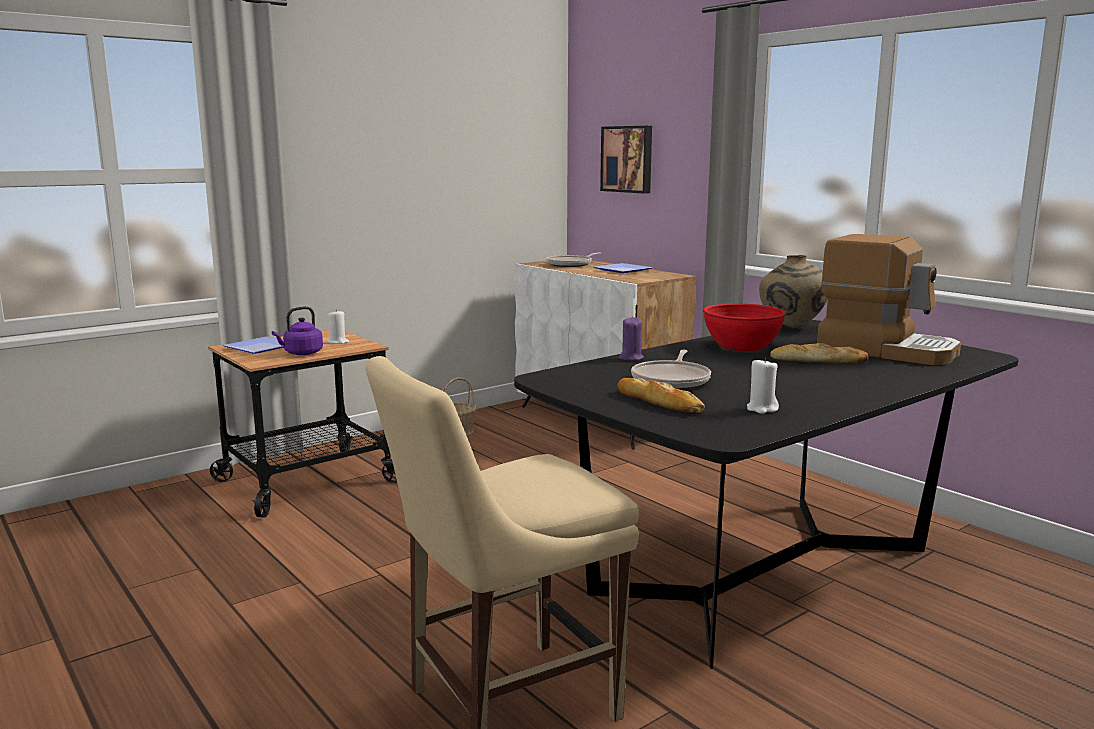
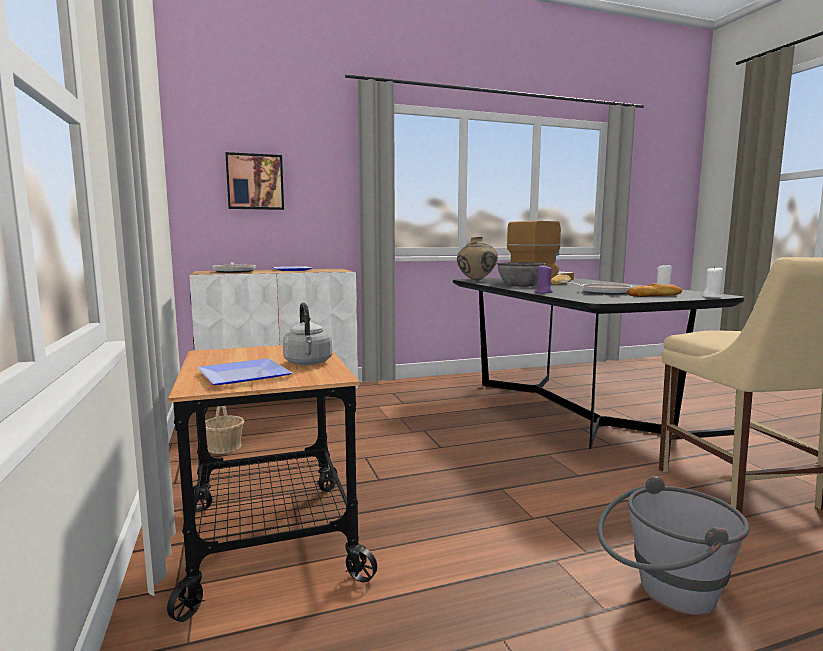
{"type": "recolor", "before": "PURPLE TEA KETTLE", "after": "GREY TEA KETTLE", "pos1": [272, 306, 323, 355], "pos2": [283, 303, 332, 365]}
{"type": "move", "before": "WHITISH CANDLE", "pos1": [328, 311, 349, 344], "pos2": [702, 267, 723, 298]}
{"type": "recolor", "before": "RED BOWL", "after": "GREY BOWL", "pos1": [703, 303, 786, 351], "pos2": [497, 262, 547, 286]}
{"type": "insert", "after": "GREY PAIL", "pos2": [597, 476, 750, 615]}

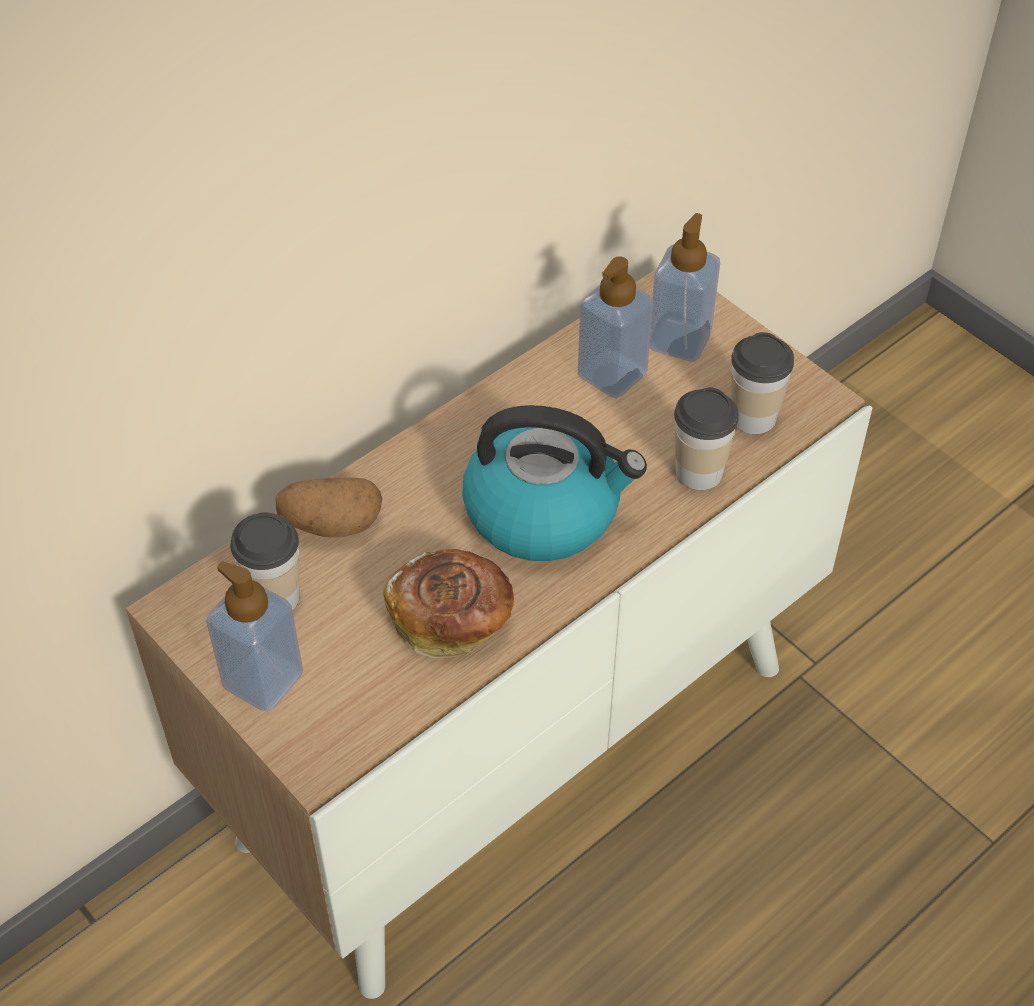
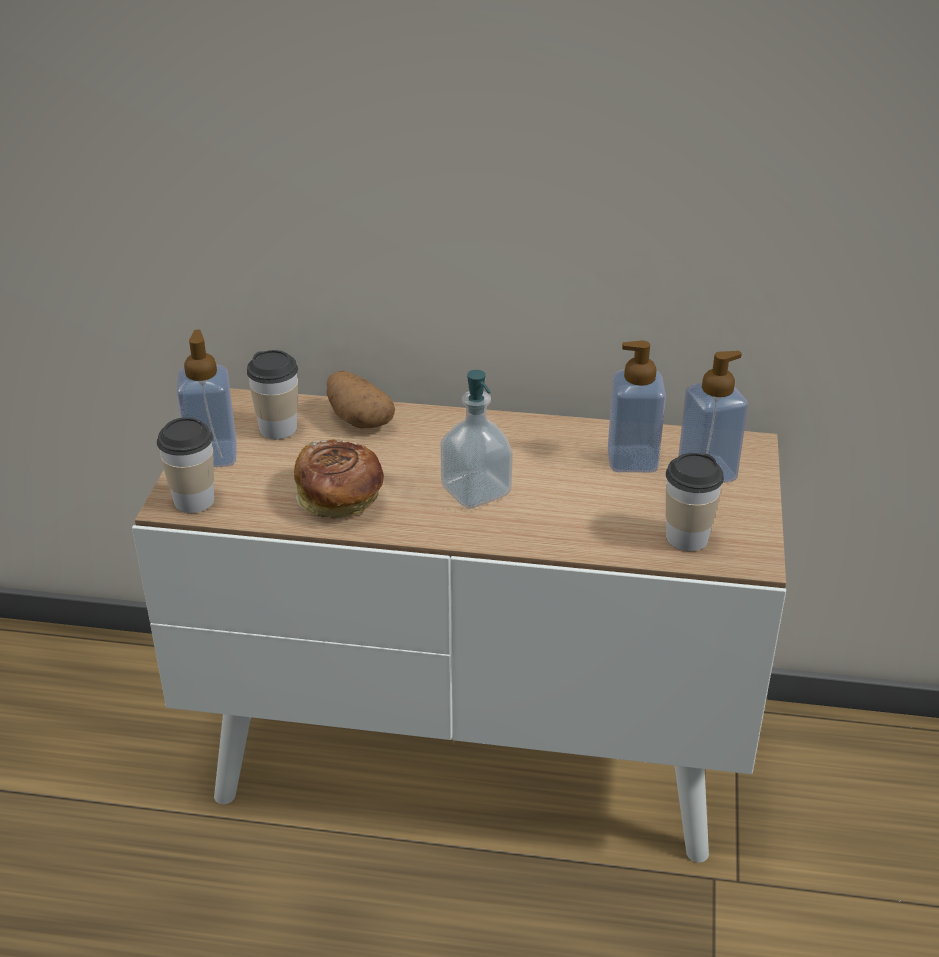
{"type": "replace", "before": "TEA KETTLE", "after": "LIQUID SOAP BOTTLE", "pos1": [462, 405, 647, 561], "pos2": [440, 370, 513, 509]}
{"type": "move", "before": "SMALL CUP", "pos1": [674, 387, 738, 490], "pos2": [157, 417, 214, 513]}

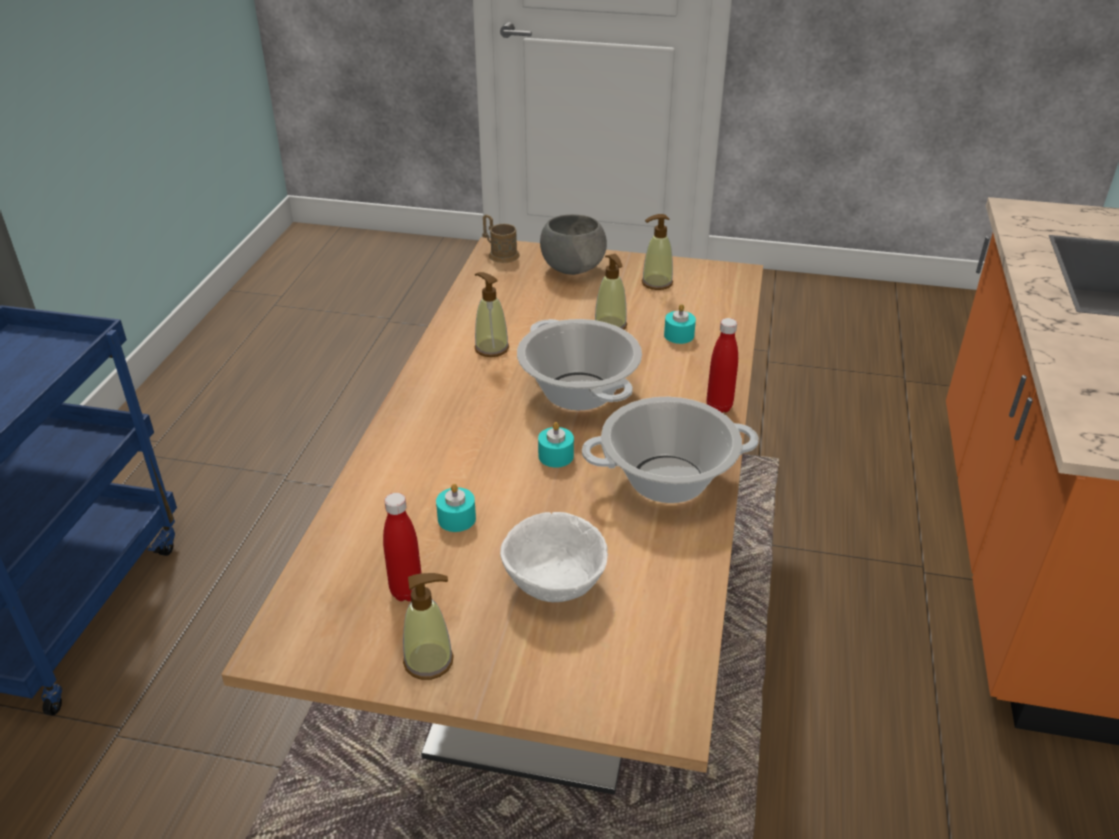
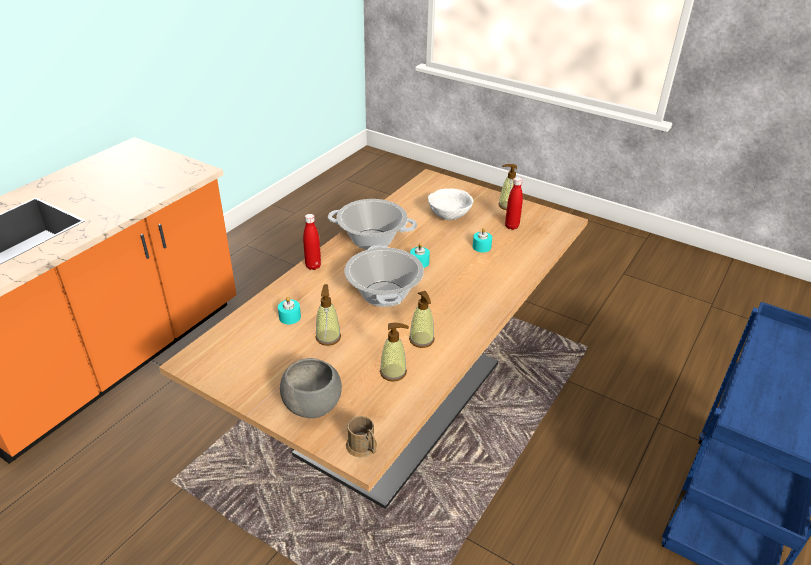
{"type": "move", "before": "LIQUID SOAP BOTTLE", "pos1": [642, 214, 673, 290], "pos2": [380, 323, 409, 382]}

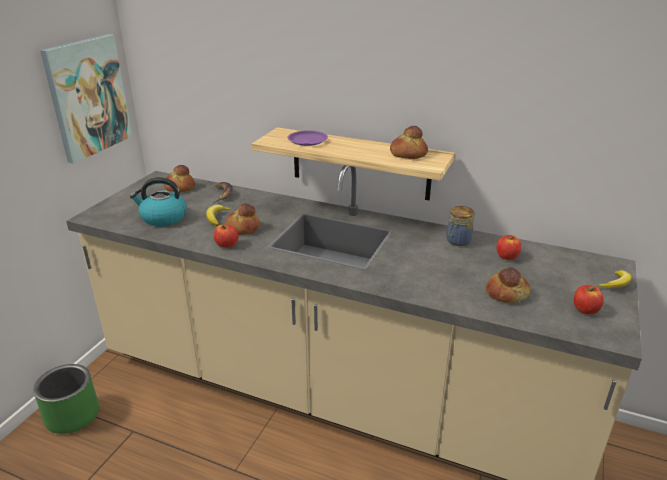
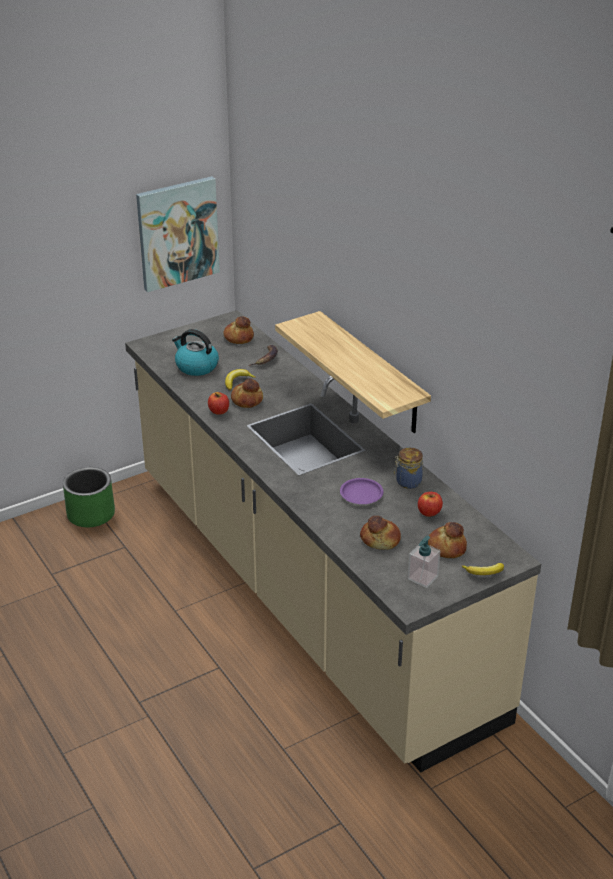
{"type": "move", "before": "PURPLE PLATE", "pos1": [287, 130, 328, 146], "pos2": [340, 478, 384, 504]}
{"type": "move", "before": "BAKERY BREAD", "pos1": [390, 126, 428, 159], "pos2": [428, 522, 467, 558]}
{"type": "replace", "before": "APPLE FRUIT", "after": "LIQUID SOAP BOTTLE", "pos1": [574, 285, 604, 314], "pos2": [408, 536, 441, 588]}

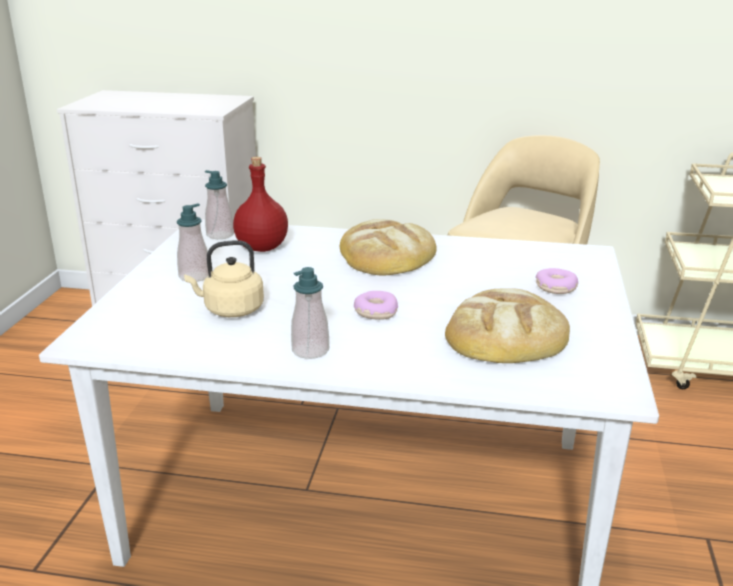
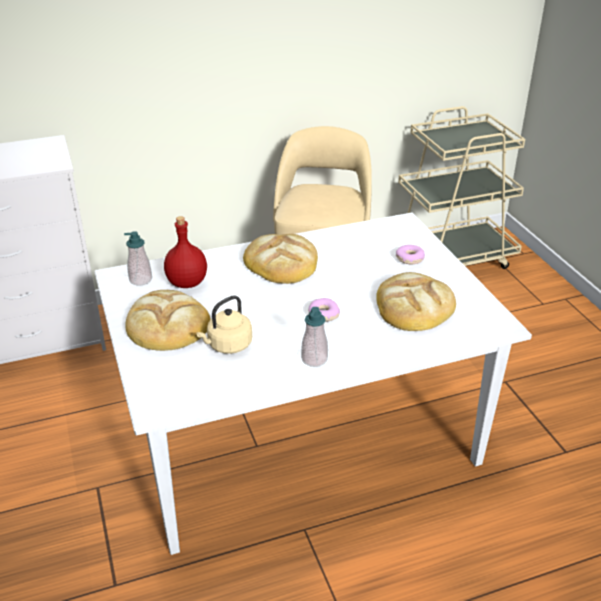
{"type": "replace", "before": "LIQUID SOAP BOTTLE", "after": "BAKERY BREAD", "pos1": [177, 203, 209, 282], "pos2": [126, 290, 211, 351]}

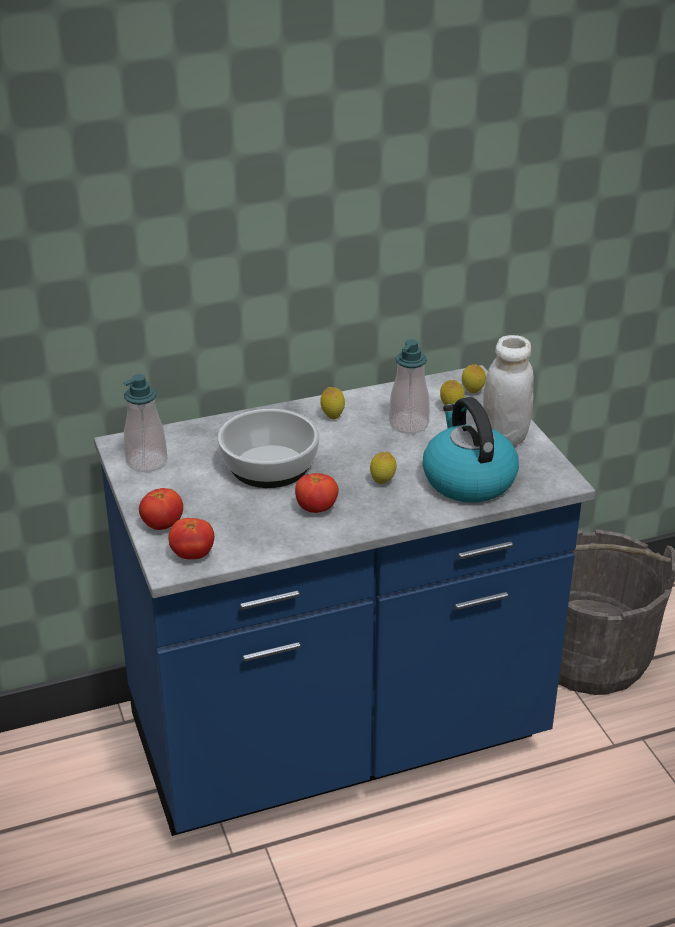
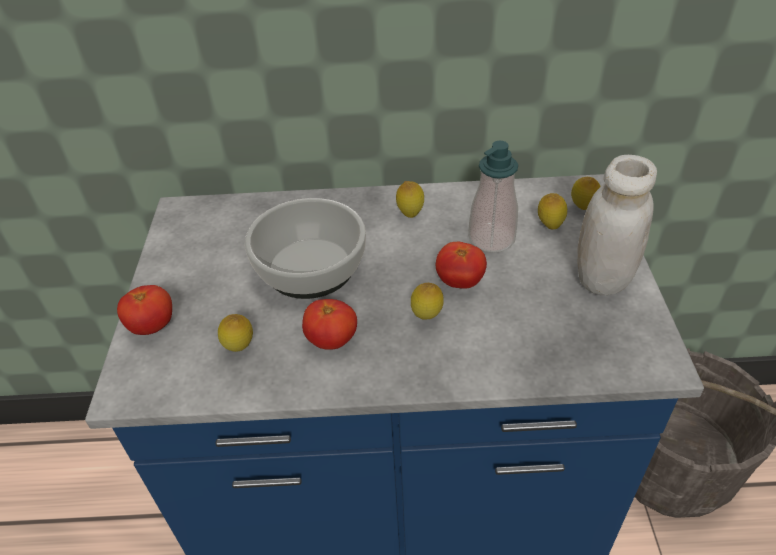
{"type": "delete", "before": "LIQUID SOAP BOTTLE", "pos1": [123, 374, 167, 472]}
{"type": "move", "before": "WHOLE TOMATO", "pos1": [168, 518, 214, 560], "pos2": [436, 242, 487, 289]}
{"type": "delete", "before": "TEA KETTLE", "pos1": [423, 397, 519, 503]}
{"type": "insert", "after": "LEMON", "pos2": [218, 314, 253, 352]}

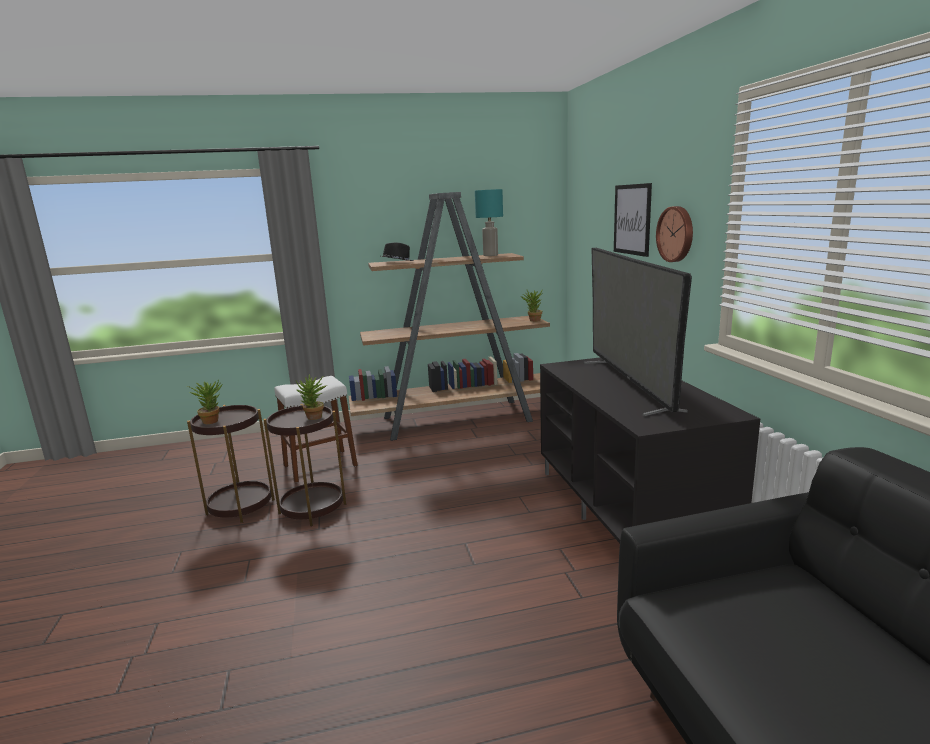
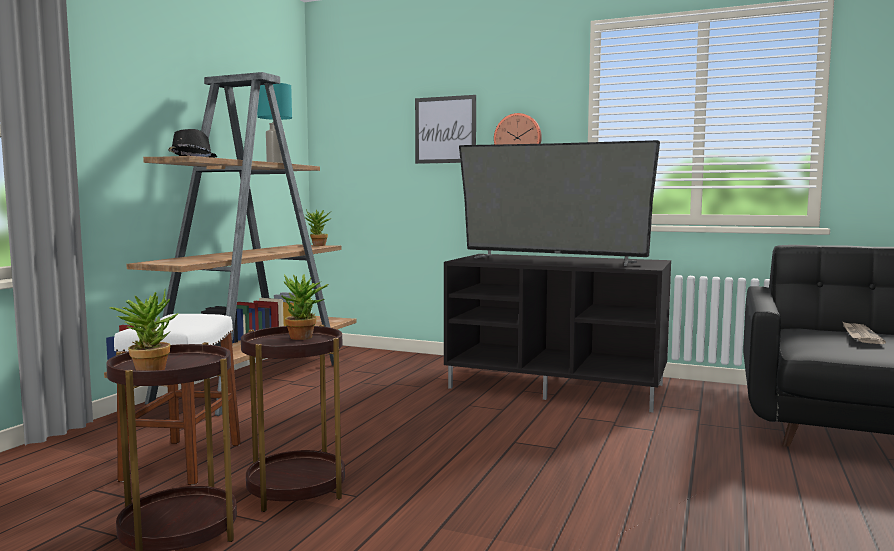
{"type": "insert", "after": "DAILY PAPER", "pos2": [842, 321, 886, 344]}

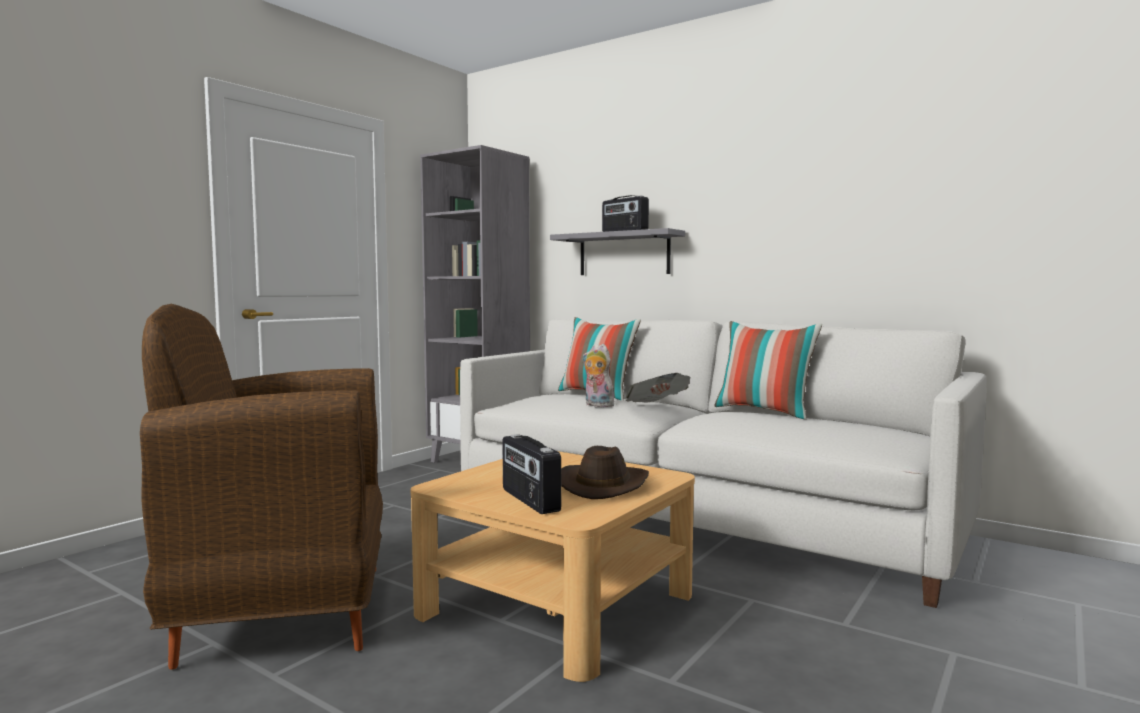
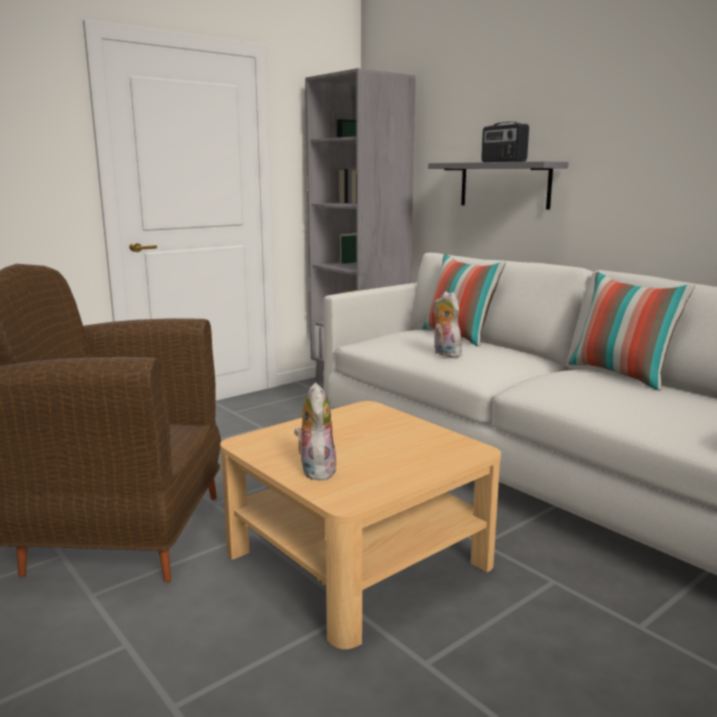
{"type": "replace", "before": "RADIO SET", "after": "PLUSH TOY", "pos1": [502, 434, 561, 514], "pos2": [294, 382, 337, 481]}
{"type": "delete", "before": "BROWN HAT", "pos1": [561, 446, 649, 499]}
{"type": "delete", "before": "DAILY PAPER", "pos1": [625, 373, 691, 402]}

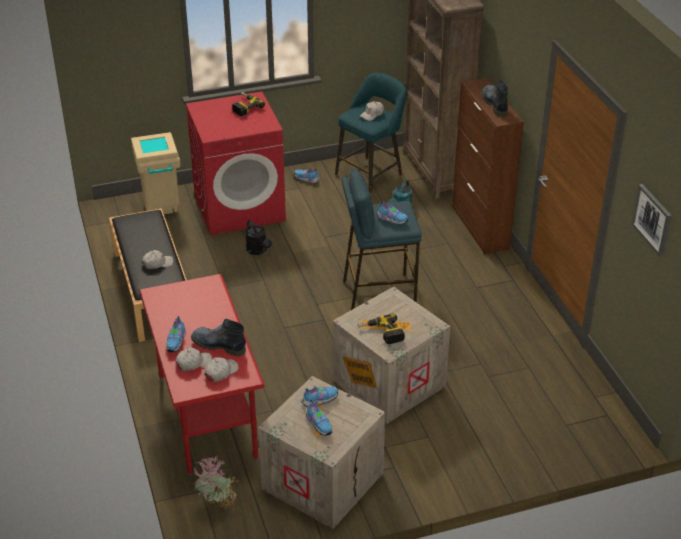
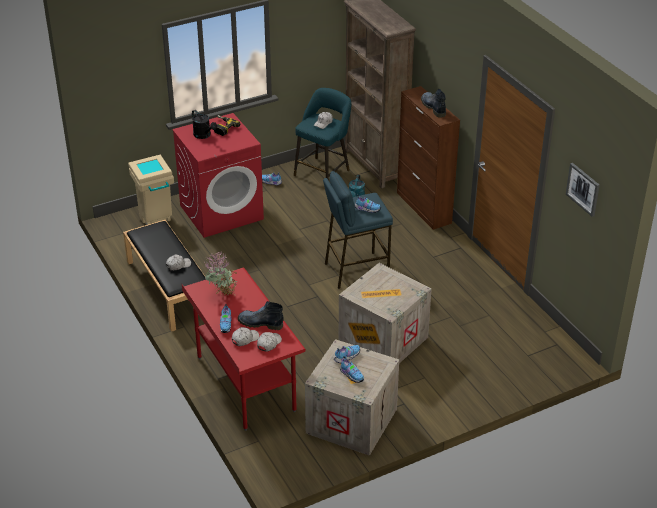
{"type": "move", "before": "PLANT IN A POT", "pos1": [193, 455, 238, 511], "pos2": [205, 252, 237, 296]}
{"type": "move", "before": "BLACK WATERING CAN", "pos1": [246, 220, 272, 255], "pos2": [192, 110, 217, 139]}
{"type": "delete", "before": "POWER DRILL", "pos1": [358, 313, 405, 344]}

